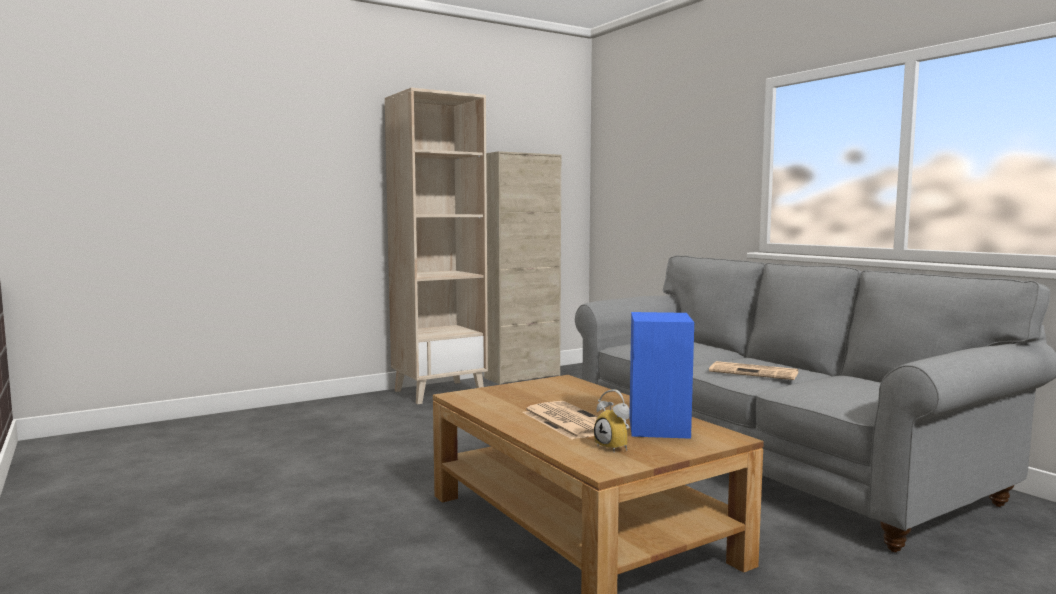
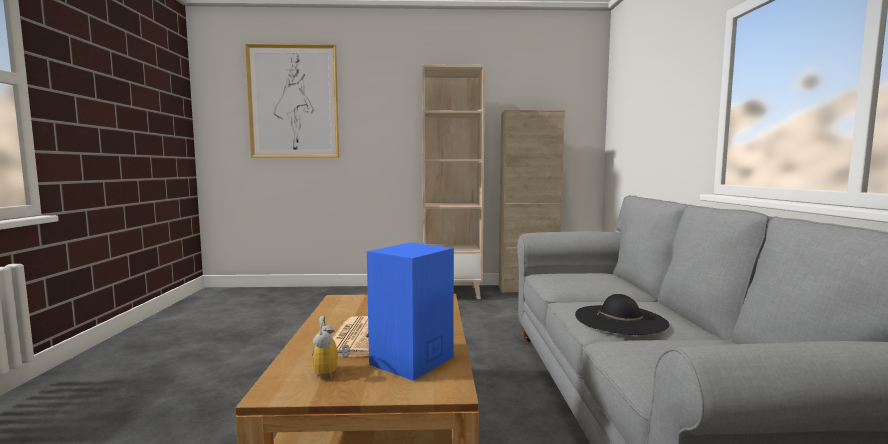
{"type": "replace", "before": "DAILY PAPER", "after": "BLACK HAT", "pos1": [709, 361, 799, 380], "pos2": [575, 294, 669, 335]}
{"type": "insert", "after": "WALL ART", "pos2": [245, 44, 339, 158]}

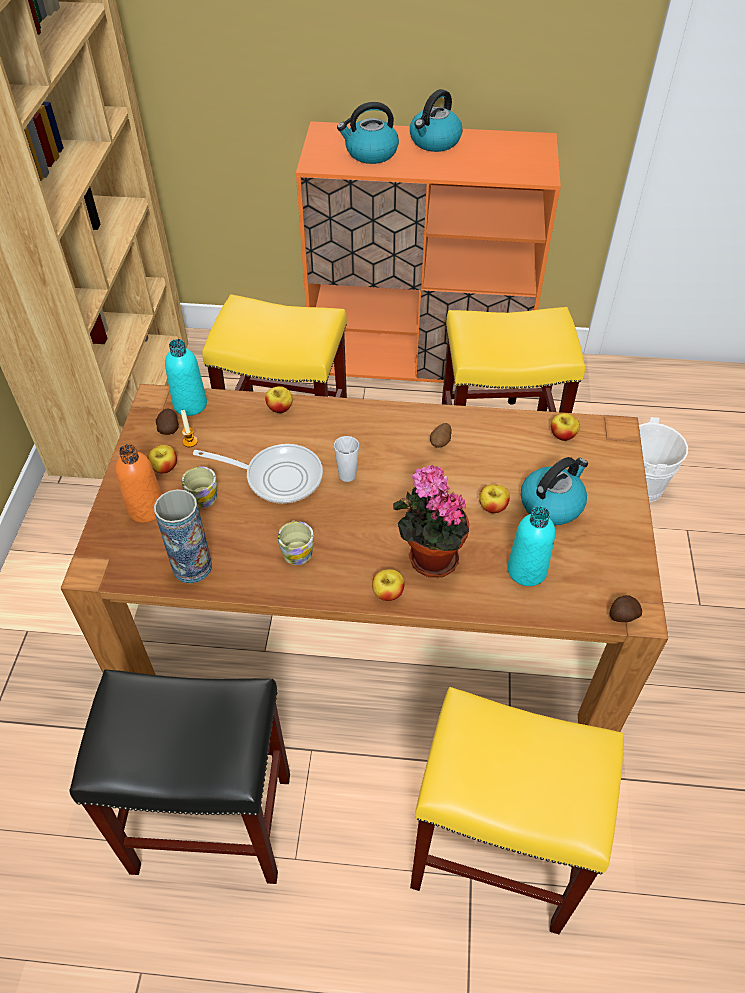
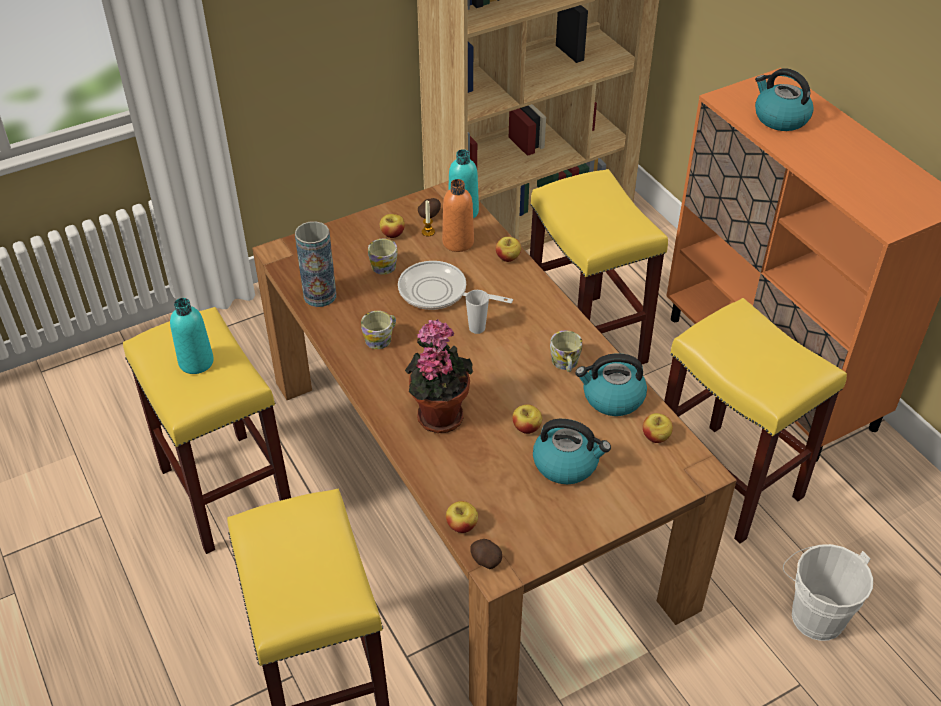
{"type": "recolor", "before": "BLACK STOOL SEAT", "after": "YELLOW STOOL SEAT", "pos1": [69, 669, 290, 884], "pos2": [123, 307, 291, 554]}
{"type": "move", "before": "ORANGE-COLOURED BOTTLE", "pos1": [115, 444, 162, 523], "pos2": [442, 179, 474, 252]}
{"type": "rotate", "before": "SKILLET", "pos1": [193, 444, 323, 504], "pos2": [398, 261, 513, 310], "turn": 135}
{"type": "move", "before": "APPLE FRUIT", "pos1": [372, 569, 405, 601], "pos2": [446, 501, 478, 533]}
{"type": "move", "before": "TEA KETTLE", "pos1": [410, 89, 462, 152], "pos2": [575, 353, 647, 416]}
{"type": "replace", "before": "SPUD", "after": "COFFEE MUG", "pos1": [430, 423, 452, 448], "pos2": [550, 330, 582, 372]}
{"type": "move", "before": "TURQUOISE BOTTLE", "pos1": [507, 506, 555, 586], "pos2": [170, 298, 214, 374]}

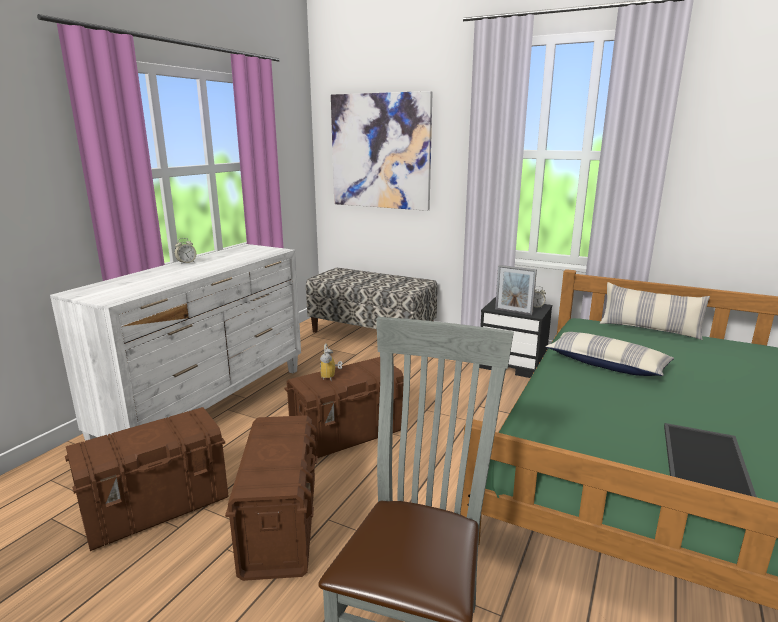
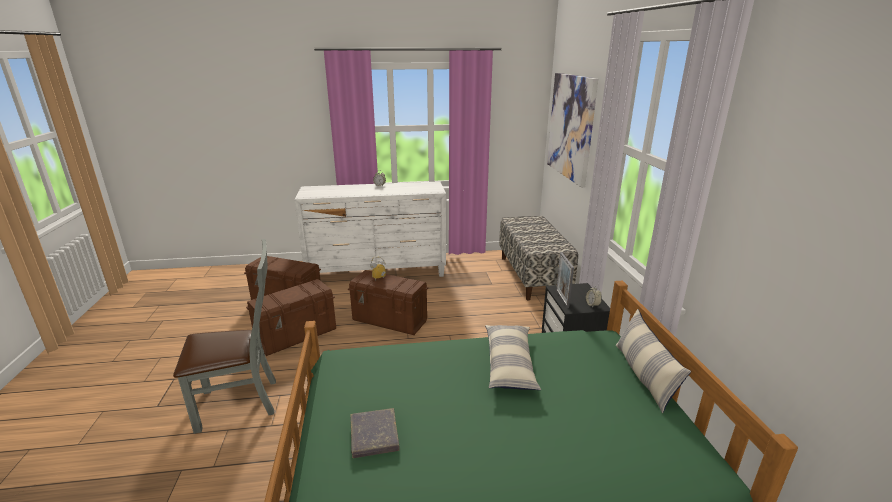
{"type": "replace", "before": "SERVING TRAY", "after": "GREY BOUND BOOK", "pos1": [664, 423, 757, 497], "pos2": [351, 408, 399, 458]}

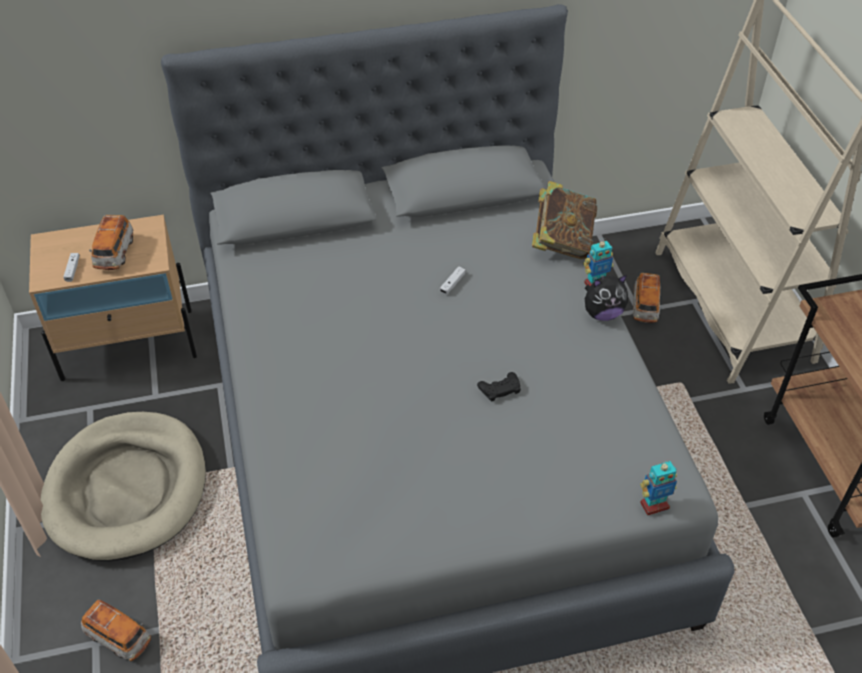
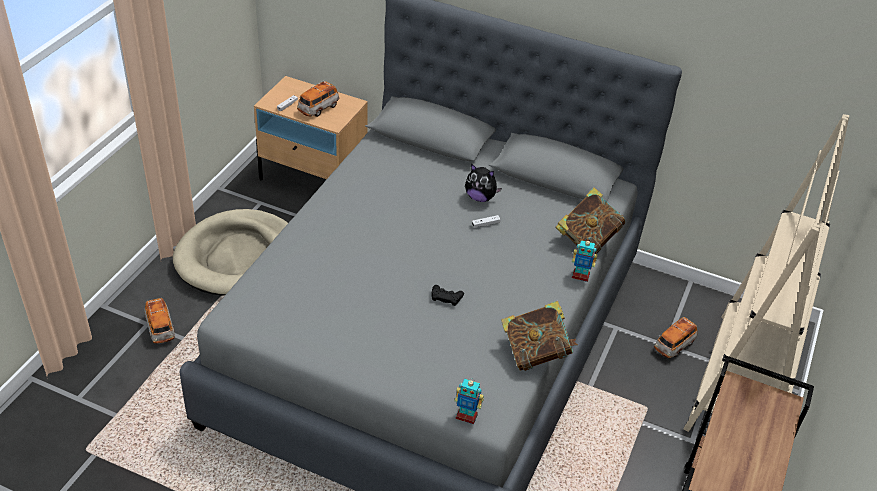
{"type": "move", "before": "PLUSH TOY", "pos1": [585, 275, 628, 321], "pos2": [465, 164, 502, 202]}
{"type": "insert", "after": "BOUND BOOK", "pos2": [501, 301, 578, 371]}

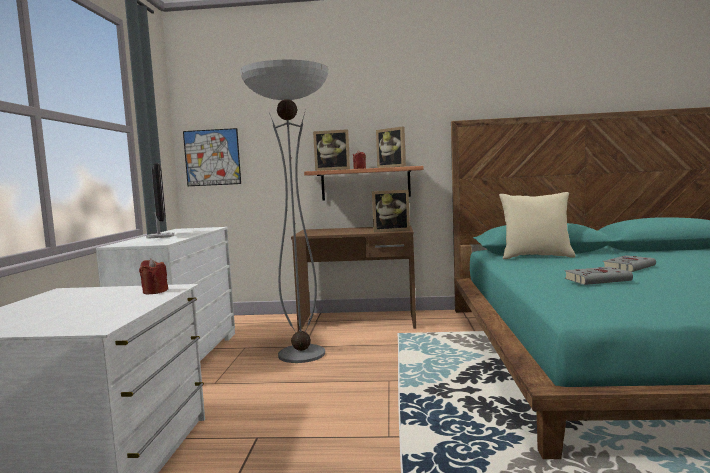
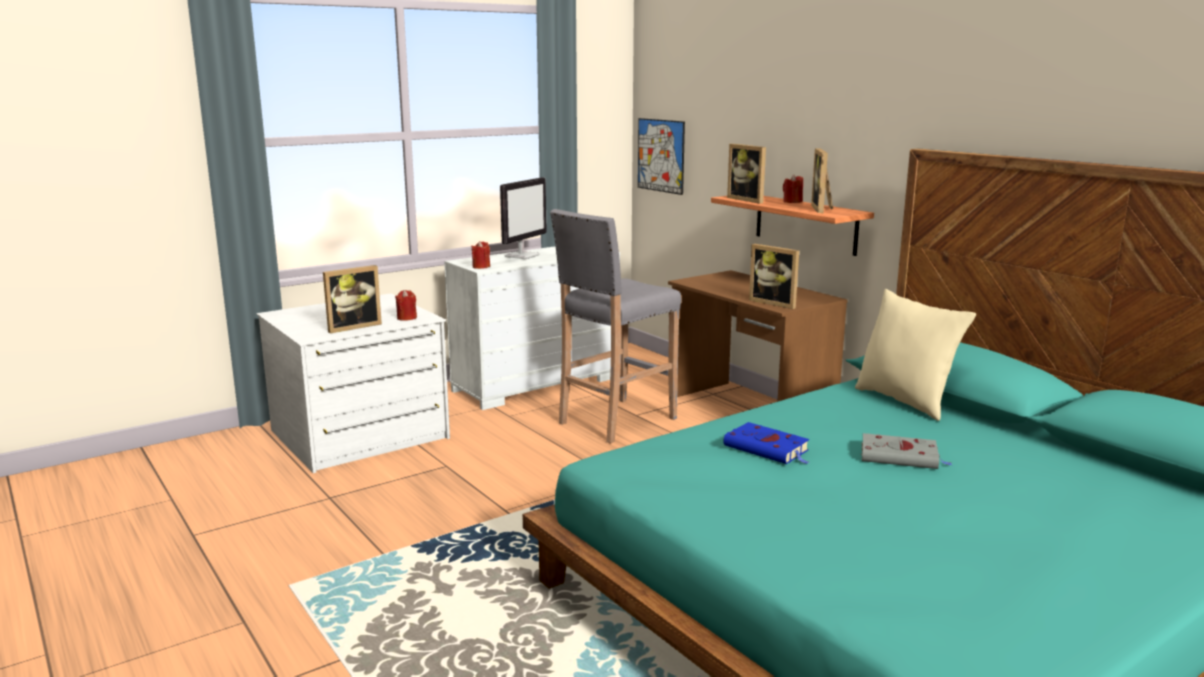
{"type": "replace", "before": "STANDING LAMP", "after": "GREY STOOL SEAT", "pos1": [240, 60, 329, 363], "pos2": [550, 209, 681, 444]}
{"type": "recolor", "before": "GREY BOUND BOOK", "after": "BLUE BOUND BOOK", "pos1": [564, 267, 633, 285], "pos2": [723, 422, 809, 464]}
{"type": "insert", "after": "STANDING FRAME", "pos2": [323, 265, 382, 334]}
{"type": "insert", "after": "RED CANDLE", "pos2": [471, 241, 490, 269]}

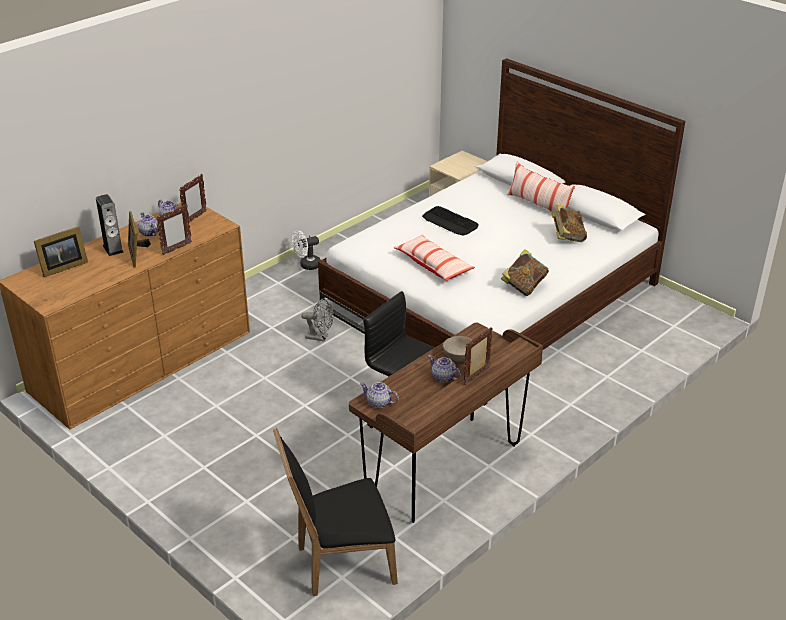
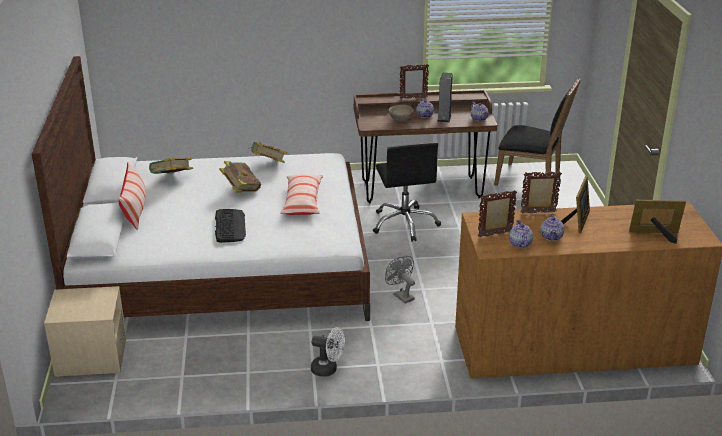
{"type": "move", "before": "LOUDSPEAKER", "pos1": [96, 194, 124, 256], "pos2": [437, 72, 453, 123]}
{"type": "insert", "after": "BOUND BOOK", "pos2": [219, 161, 261, 193]}

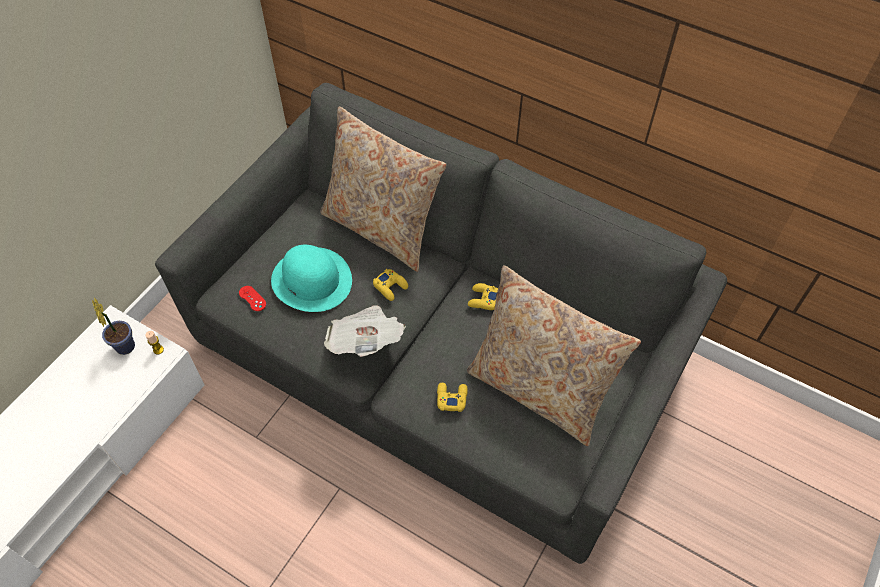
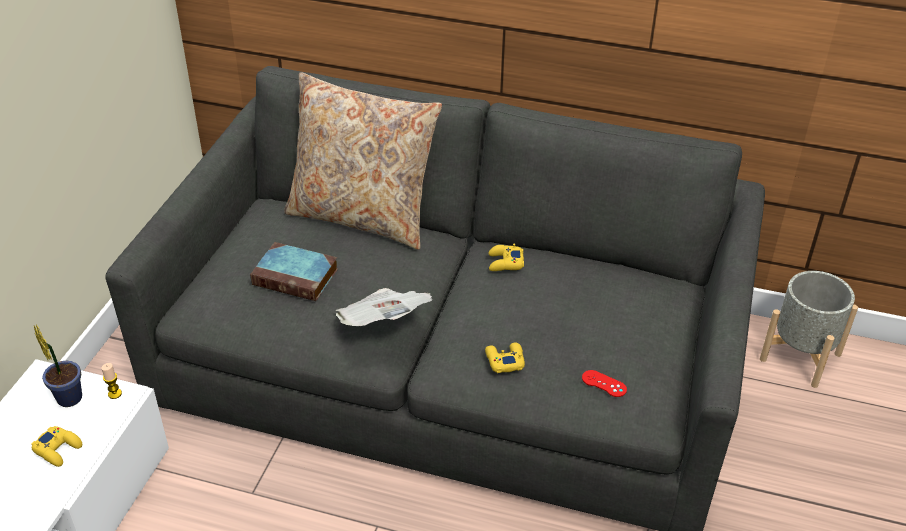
{"type": "move", "before": "RED JOYPAD", "pos1": [239, 286, 266, 311], "pos2": [582, 370, 627, 397]}
{"type": "replace", "before": "TURQUOISE HAT", "after": "BOUND BOOK", "pos1": [271, 245, 352, 312], "pos2": [250, 242, 338, 301]}
{"type": "move", "before": "YELLOW JOYPAD", "pos1": [373, 269, 408, 301], "pos2": [31, 426, 82, 467]}
{"type": "delete", "before": "SAND-COLOURED PILLOW", "pos1": [467, 265, 641, 446]}
{"type": "insert", "after": "GREY PLANT POT", "pos2": [760, 271, 858, 388]}

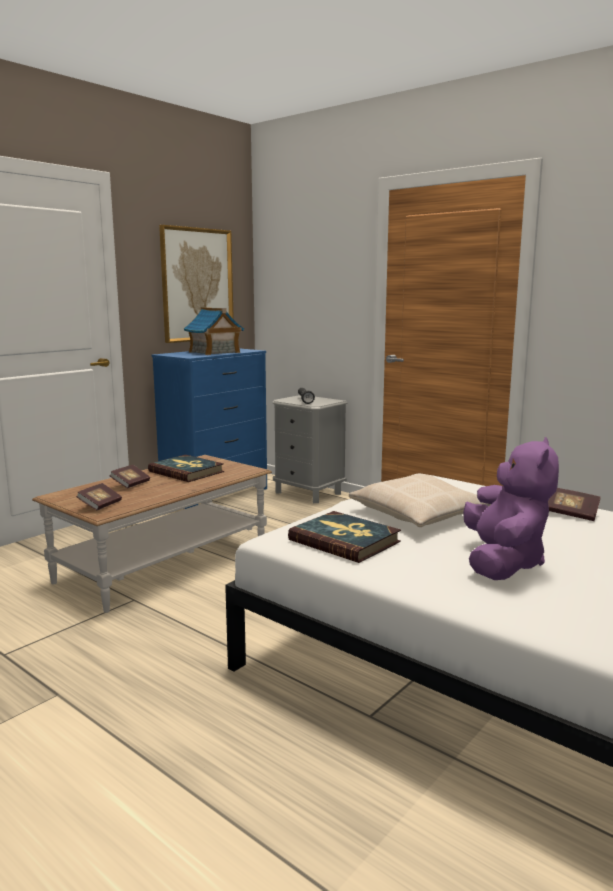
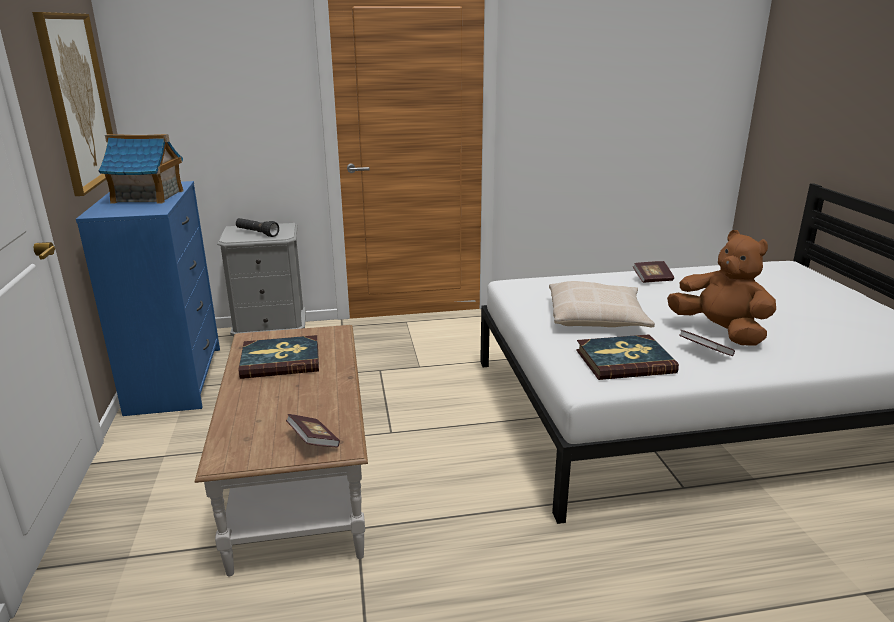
{"type": "move", "before": "BOUND BOOK", "pos1": [109, 465, 150, 488], "pos2": [679, 330, 735, 356]}
{"type": "recolor", "before": "PURPLE PLUSH TOY", "after": "BROWN PLUSH TOY", "pos1": [463, 437, 559, 580], "pos2": [667, 230, 776, 346]}

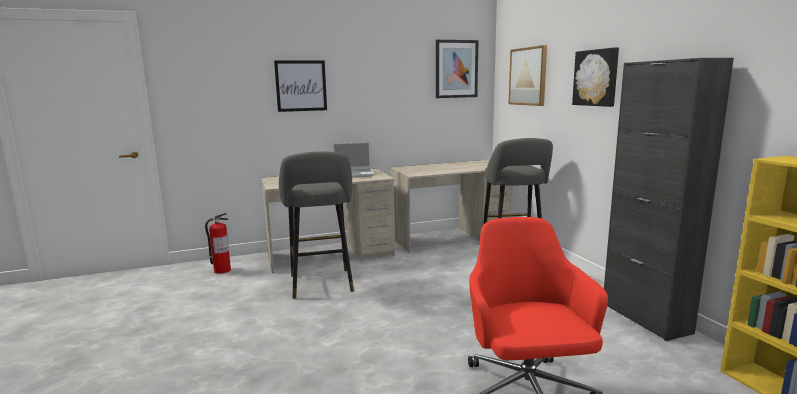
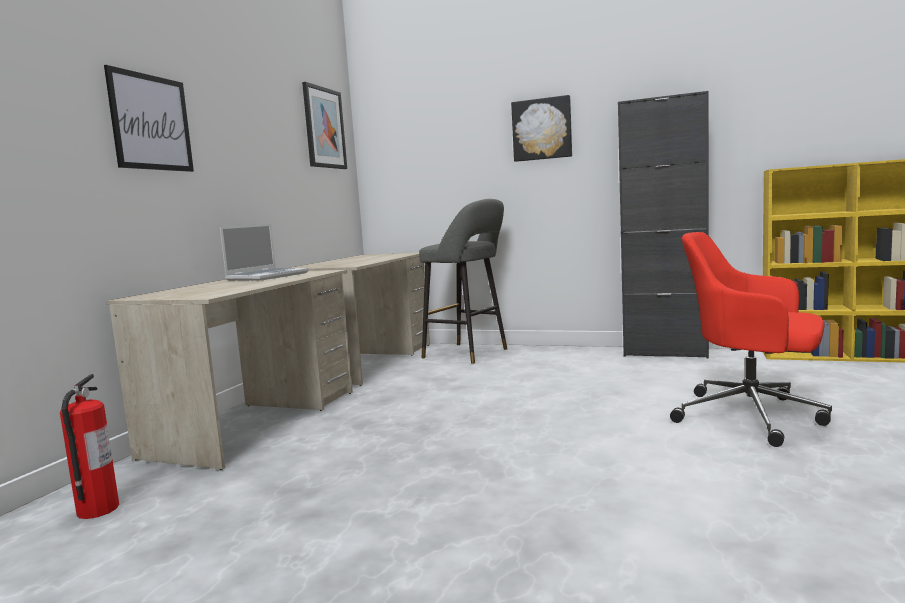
{"type": "delete", "before": "GREY STOOL SEAT", "pos1": [279, 151, 354, 299]}
{"type": "delete", "before": "WALL ART", "pos1": [509, 45, 547, 106]}

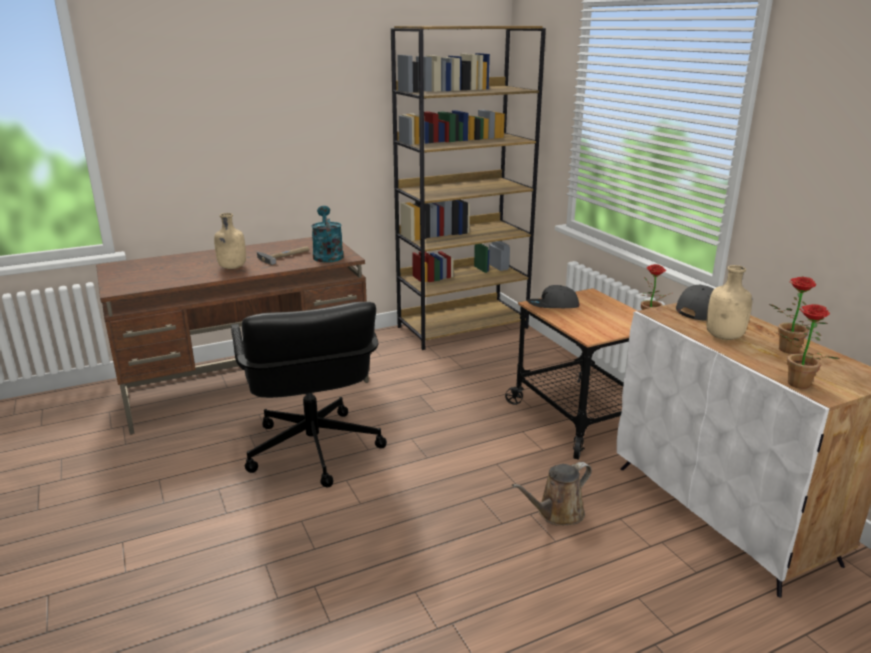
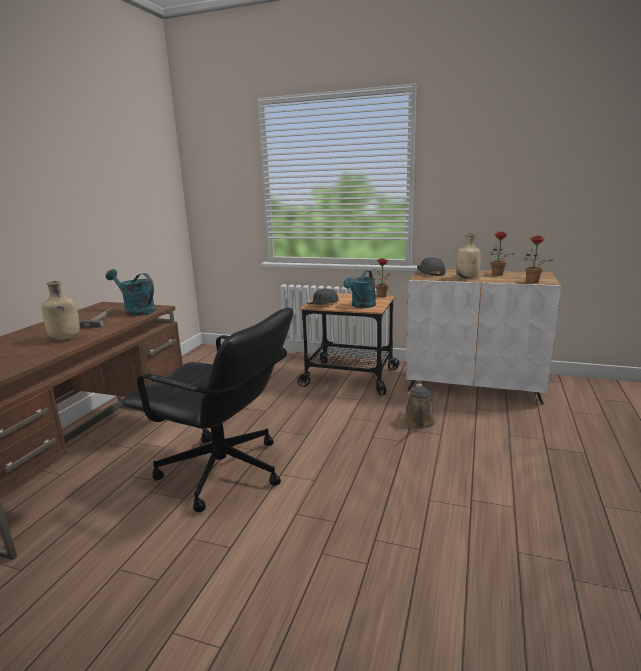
{"type": "delete", "before": "BROWN BOOKCASE", "pos1": [391, 26, 546, 350]}
{"type": "insert", "after": "TURQUOISE WATERING CAN", "pos2": [343, 270, 376, 308]}

